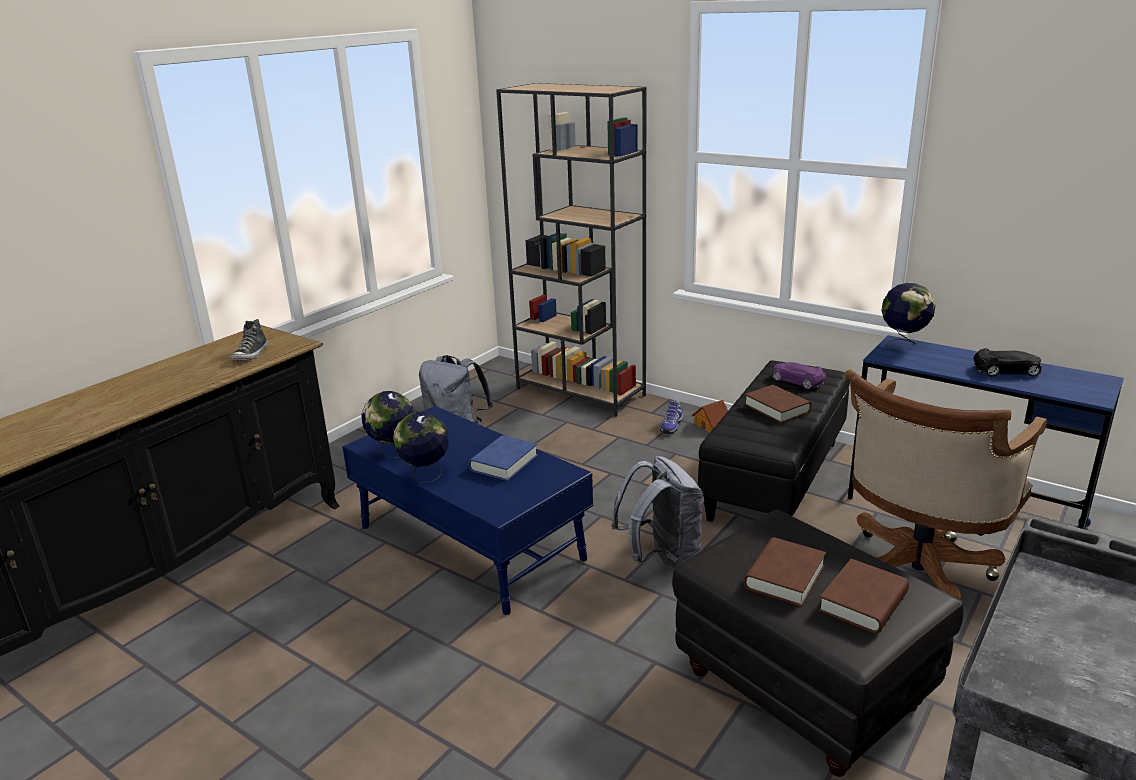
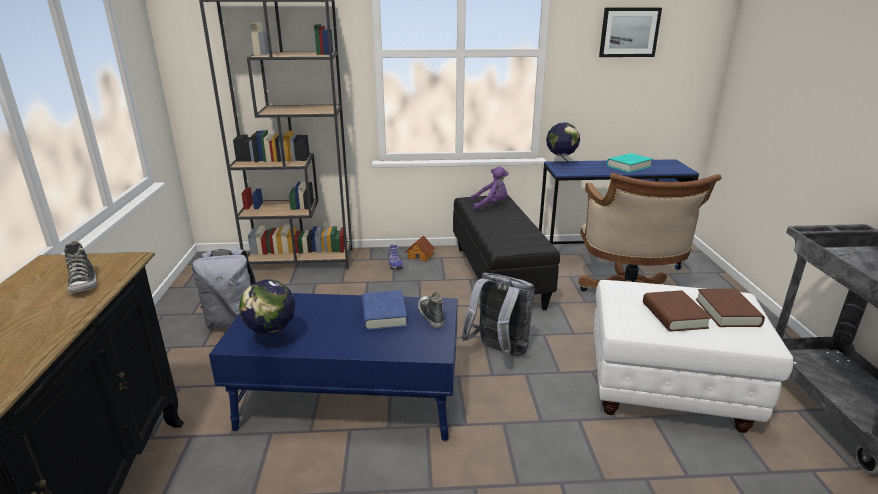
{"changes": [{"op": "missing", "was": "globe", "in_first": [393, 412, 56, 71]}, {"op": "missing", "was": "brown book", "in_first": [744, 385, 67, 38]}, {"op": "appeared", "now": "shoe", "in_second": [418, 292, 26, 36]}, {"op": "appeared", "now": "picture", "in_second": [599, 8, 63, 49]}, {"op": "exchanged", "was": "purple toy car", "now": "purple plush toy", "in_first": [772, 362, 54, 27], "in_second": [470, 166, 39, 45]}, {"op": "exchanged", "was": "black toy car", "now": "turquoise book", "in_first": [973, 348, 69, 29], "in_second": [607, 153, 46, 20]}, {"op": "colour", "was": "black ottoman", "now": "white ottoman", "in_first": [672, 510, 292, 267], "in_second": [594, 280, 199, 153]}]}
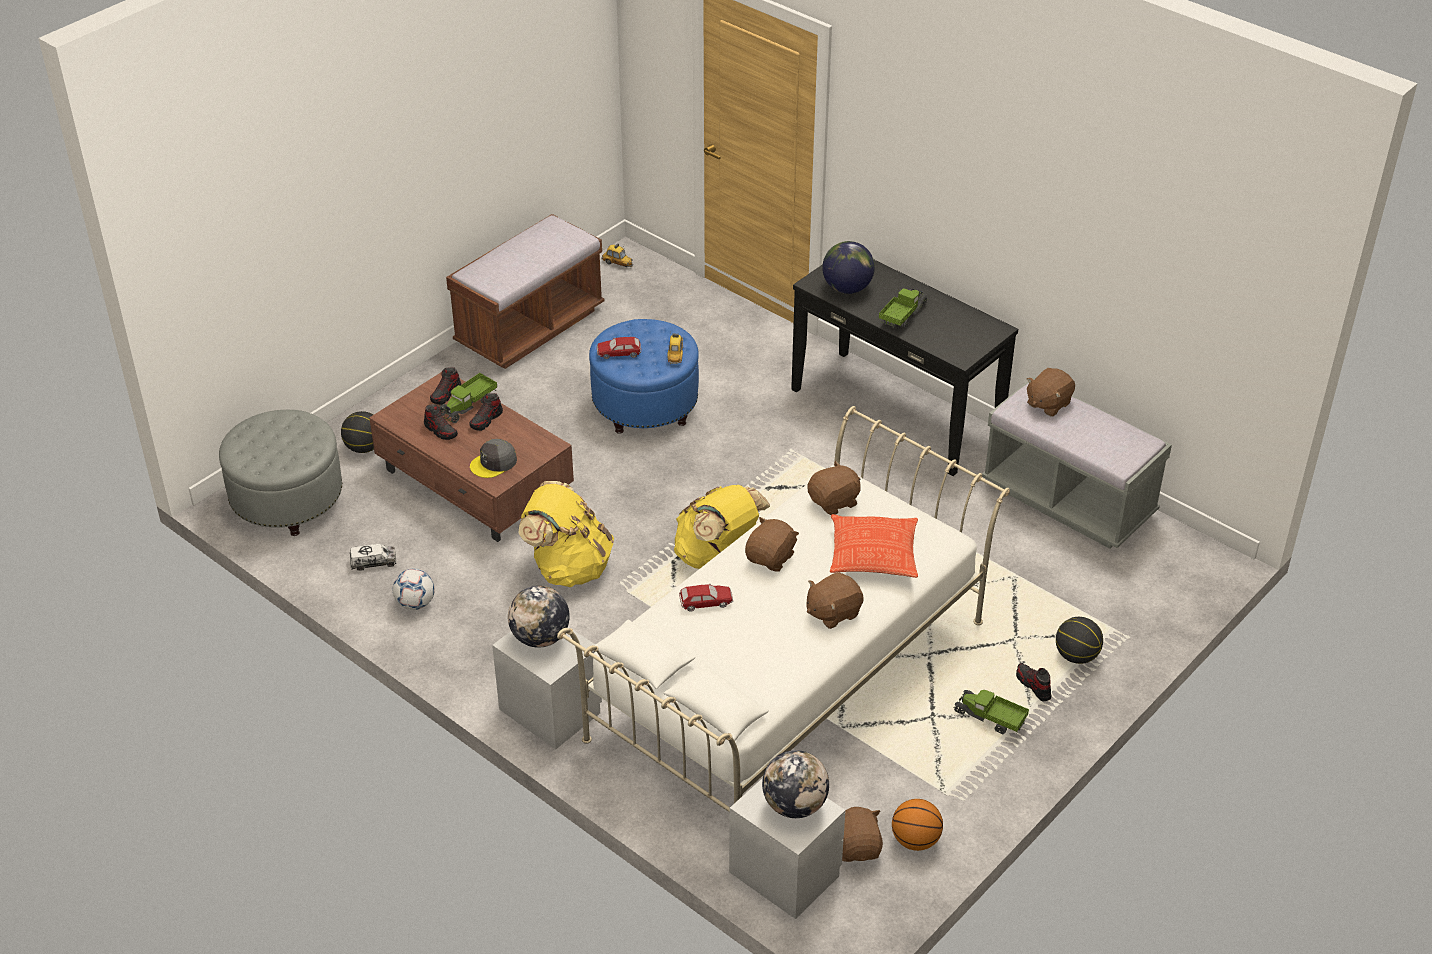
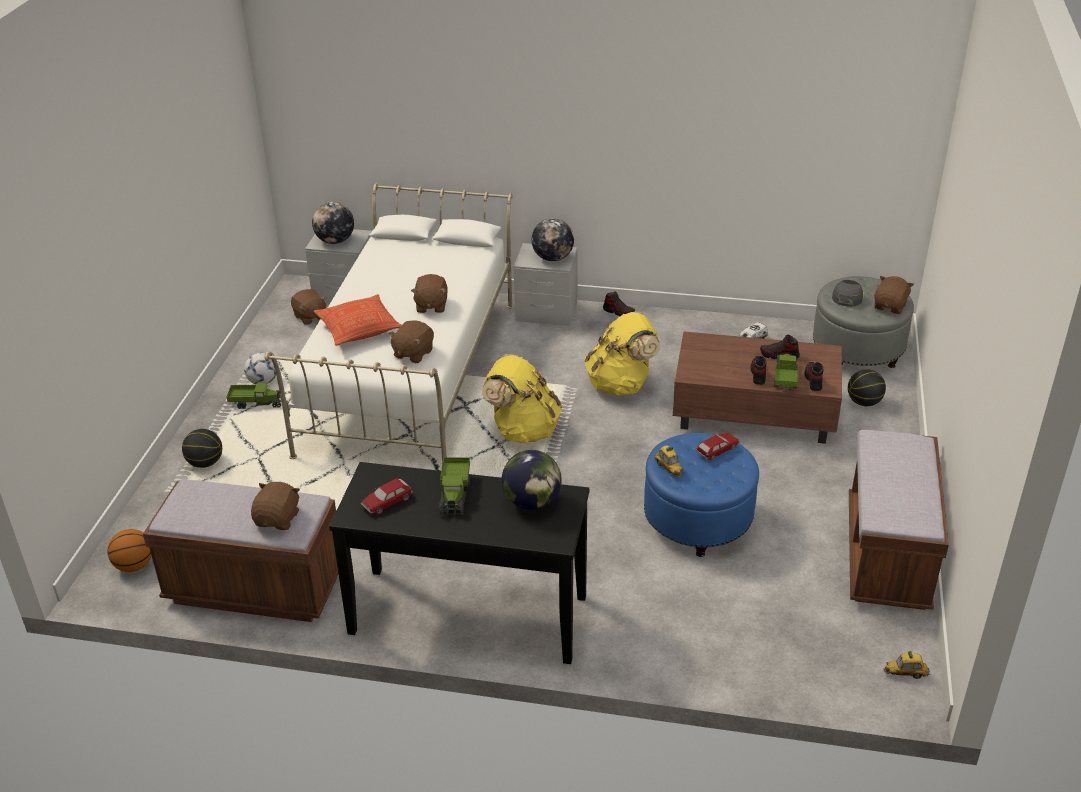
{"changes": [{"op": "relocated", "was": "football", "in_first": [393, 568, 42, 42], "in_second": [244, 353, 32, 31]}, {"op": "relocated", "was": "grey cap", "in_first": [470, 439, 47, 39], "in_second": [832, 280, 32, 27]}, {"op": "relocated", "was": "toy car", "in_first": [679, 584, 54, 28], "in_second": [361, 478, 52, 36]}, {"op": "relocated", "was": "brown plush toy", "in_first": [807, 572, 57, 57], "in_second": [874, 276, 40, 38]}, {"op": "relocated", "was": "basketball", "in_first": [892, 799, 51, 52], "in_second": [108, 529, 44, 43]}, {"op": "relocated", "was": "shoe", "in_first": [1016, 663, 36, 38], "in_second": [603, 291, 32, 25]}, {"op": "colour", "was": "grey bench", "now": "brown bench", "in_first": [982, 377, 190, 172], "in_second": [143, 479, 196, 143]}]}
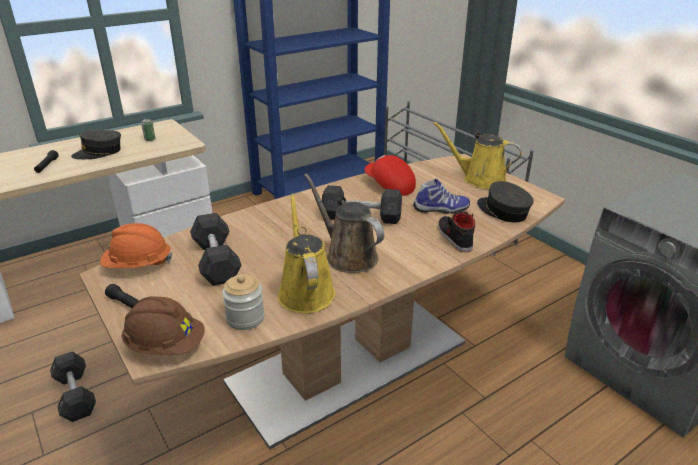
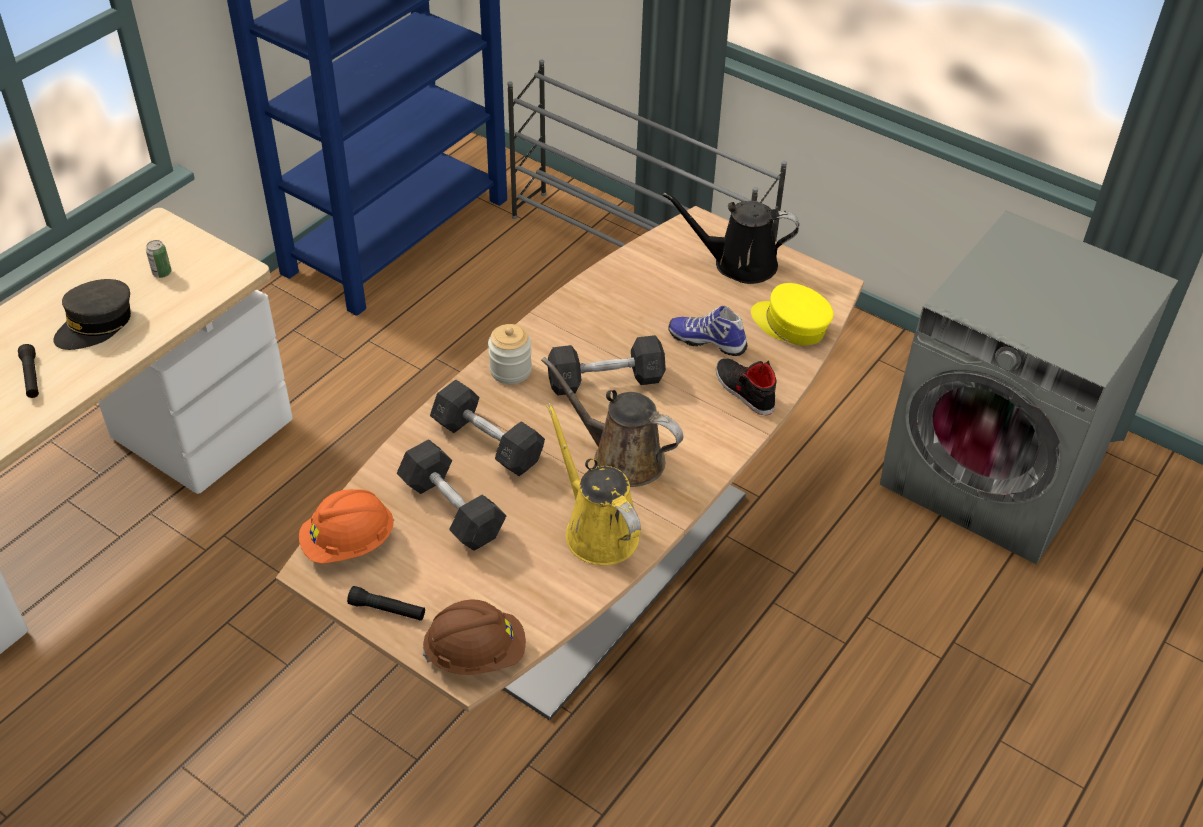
{"changes": [{"op": "missing", "was": "red cap", "in_first": [365, 155, 51, 41]}, {"op": "relocated", "was": "grey dumbbell", "in_first": [50, 351, 46, 71], "in_second": [430, 379, 115, 97]}, {"op": "relocated", "was": "jar", "in_first": [222, 274, 43, 56], "in_second": [488, 324, 44, 60]}, {"op": "colour", "was": "yellow watering can", "now": "black watering can", "in_first": [433, 121, 89, 68], "in_second": [662, 192, 137, 92]}, {"op": "colour", "was": "grey cap", "now": "yellow cap", "in_first": [477, 181, 57, 42], "in_second": [751, 283, 83, 62]}, {"op": "spun", "was": "shoe", "in_first": [413, 179, 57, 35], "in_second": [668, 305, 80, 51], "clockwise": -135}]}
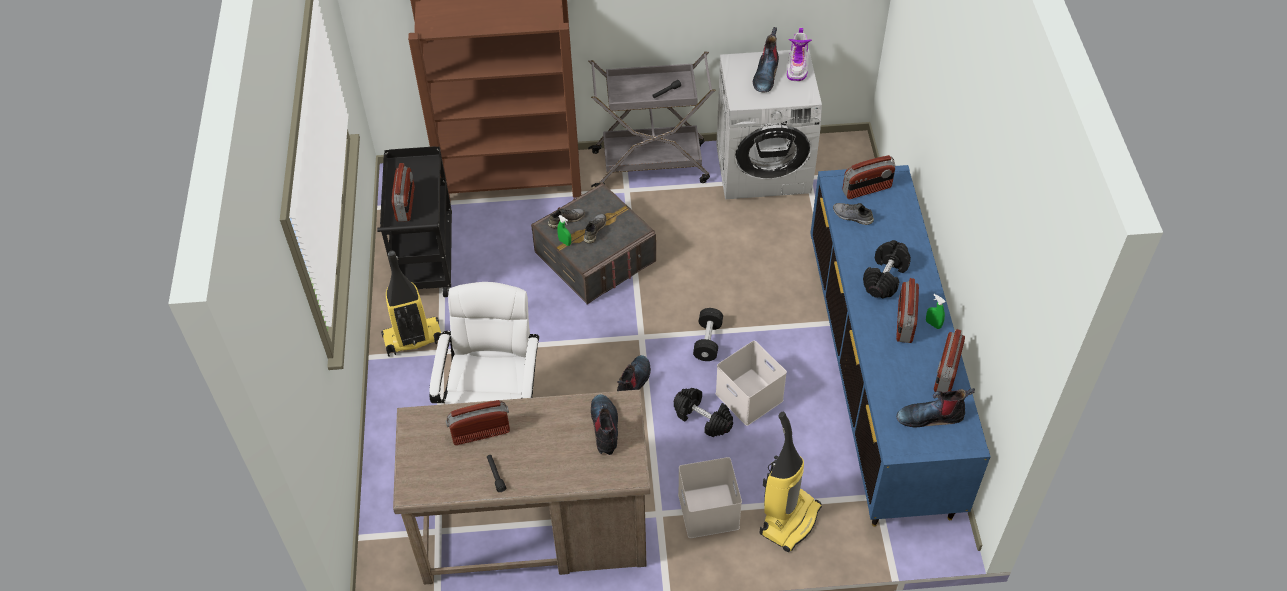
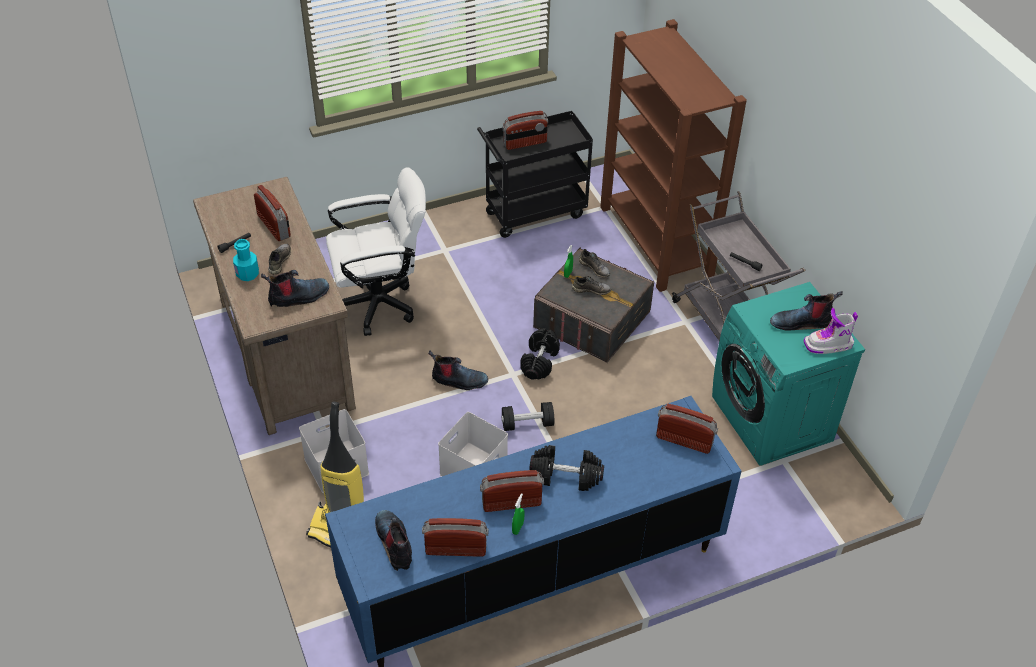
{"changes": [{"op": "missing", "was": "vacuum cleaner", "in_first": [381, 251, 60, 105]}, {"op": "appeared", "now": "turquoise bottle", "in_second": [233, 239, 26, 42]}, {"op": "relocated", "was": "black dumbbell", "in_first": [674, 388, 59, 49], "in_second": [521, 328, 39, 52]}, {"op": "relocated", "was": "grey shoe", "in_first": [833, 203, 41, 22], "in_second": [268, 244, 23, 30]}, {"op": "colour", "was": "white washing machine", "now": "turquoise washing machine", "in_first": [716, 49, 106, 150], "in_second": [712, 282, 153, 184]}, {"op": "spun", "was": "radio", "in_first": [842, 155, 54, 44], "in_second": [656, 404, 62, 50], "clockwise": 150}]}
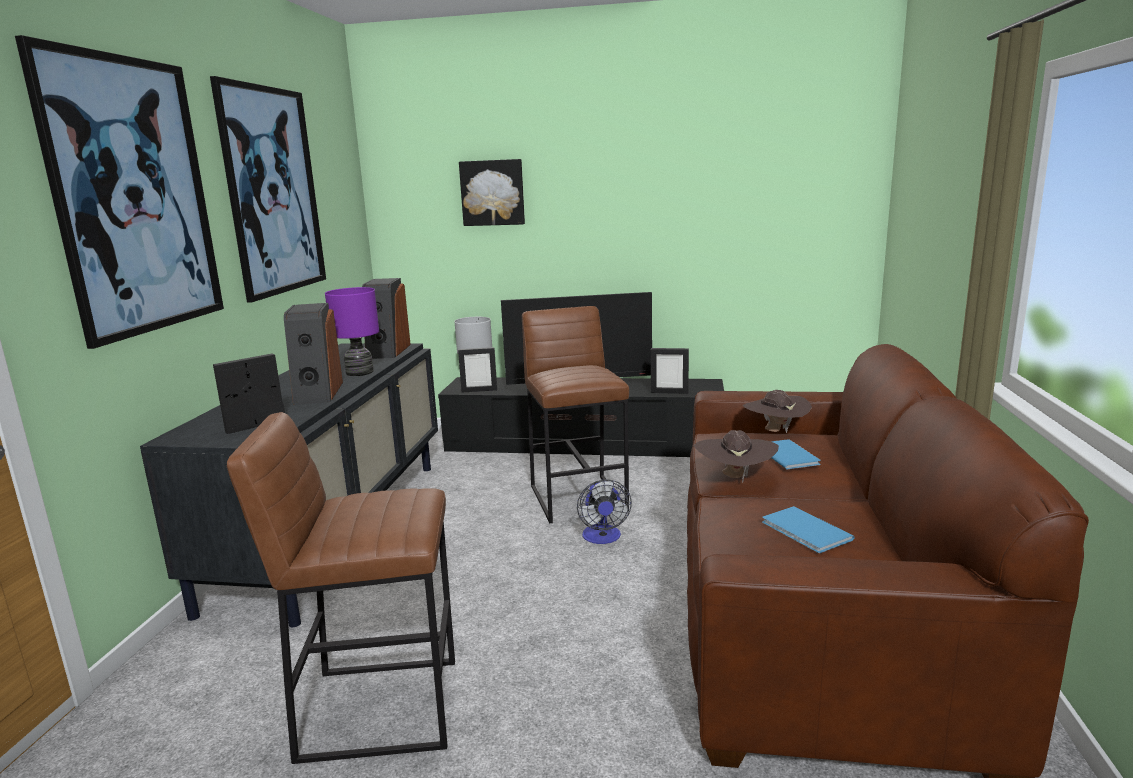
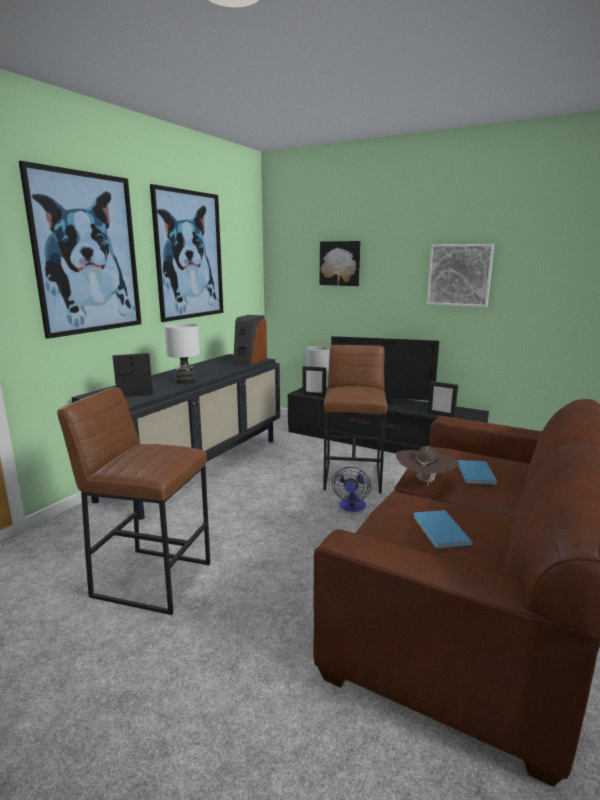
{"changes": [{"op": "missing", "was": "purple table lamp", "in_first": [325, 287, 54, 89]}, {"op": "missing", "was": "brown hat", "in_first": [743, 390, 69, 43]}, {"op": "appeared", "now": "picture", "in_second": [427, 244, 67, 63]}, {"op": "exchanged", "was": "speaker", "now": "white table lamp", "in_first": [284, 303, 59, 102], "in_second": [165, 323, 35, 61]}]}
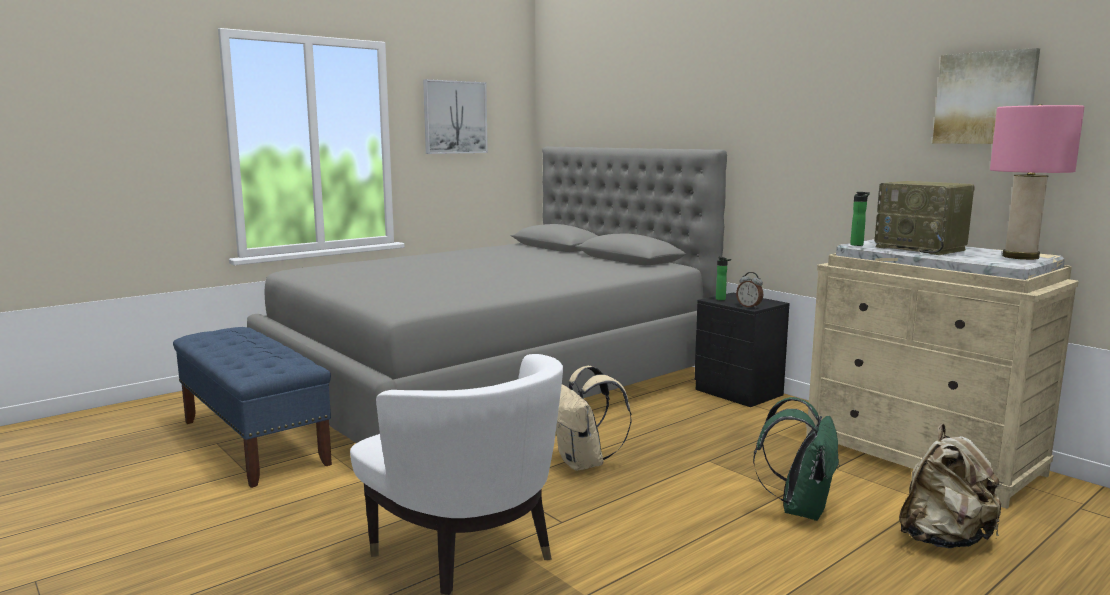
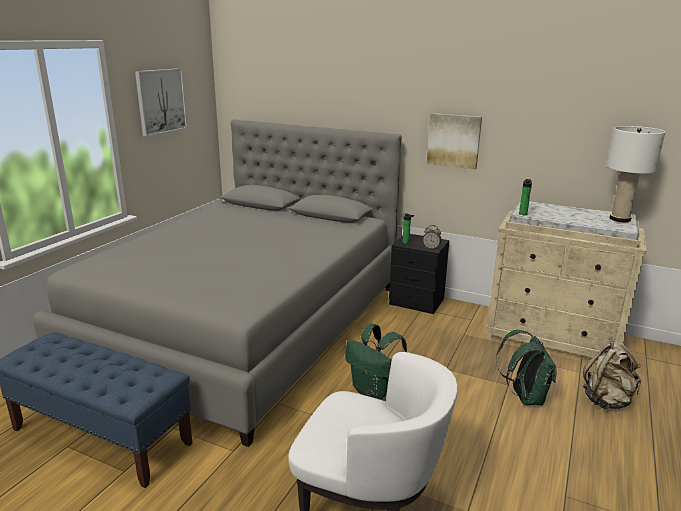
{"changes": [{"op": "missing", "was": "radio", "in_first": [875, 181, 100, 74]}, {"op": "relocated", "was": "picture", "in_first": [932, 48, 108, 96], "in_second": [427, 113, 55, 56]}, {"op": "colour", "was": "beige backpack", "now": "green backpack", "in_first": [556, 366, 76, 105], "in_second": [345, 323, 62, 77]}, {"op": "colour", "was": "pink table lamp", "now": "white table lamp", "in_first": [990, 104, 94, 156], "in_second": [607, 126, 58, 96]}]}
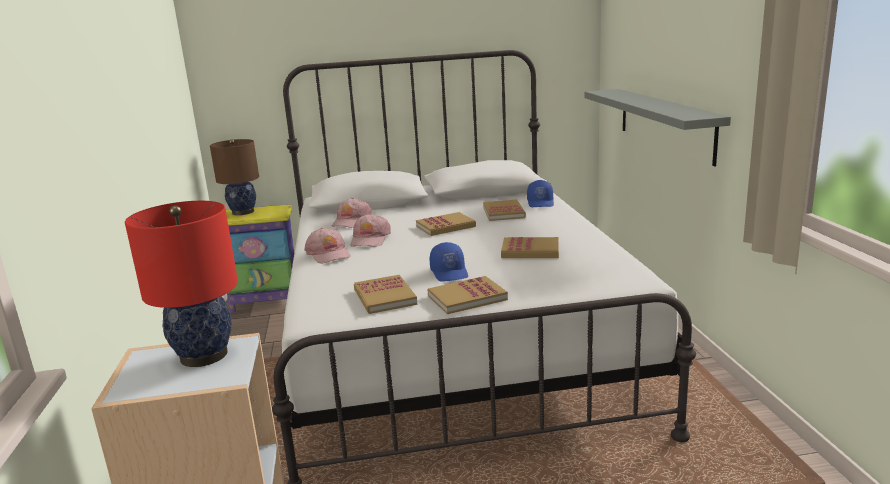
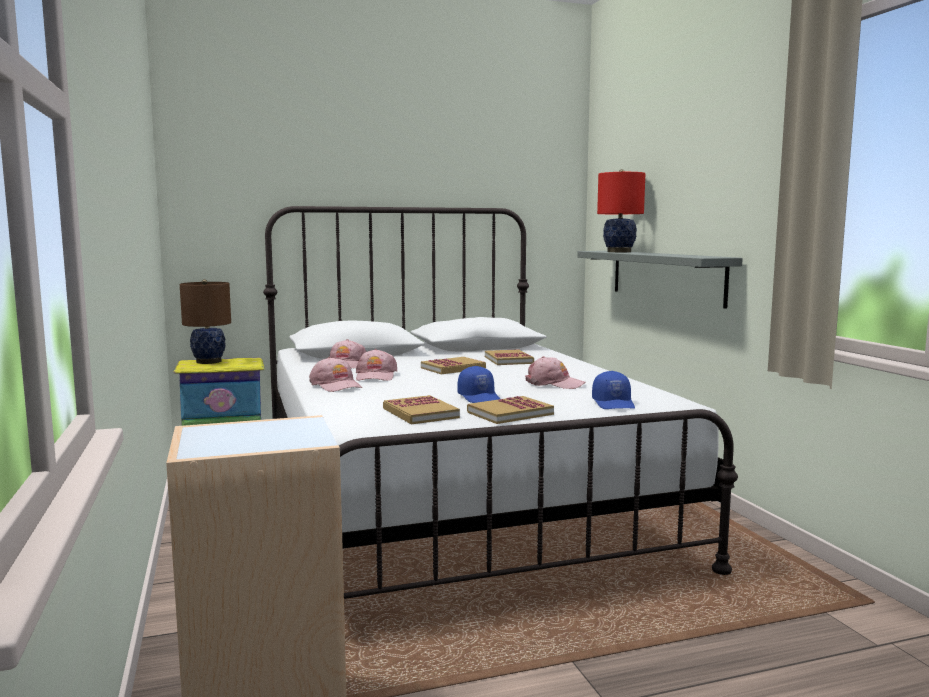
{"changes": [{"op": "relocated", "was": "red table lamp", "in_first": [125, 201, 113, 166], "in_second": [597, 169, 48, 83]}, {"op": "relocated", "was": "blue cap", "in_first": [527, 180, 27, 27], "in_second": [592, 371, 43, 38]}, {"op": "exchanged", "was": "book", "now": "pink cap", "in_first": [501, 237, 58, 21], "in_second": [525, 356, 61, 33]}]}
